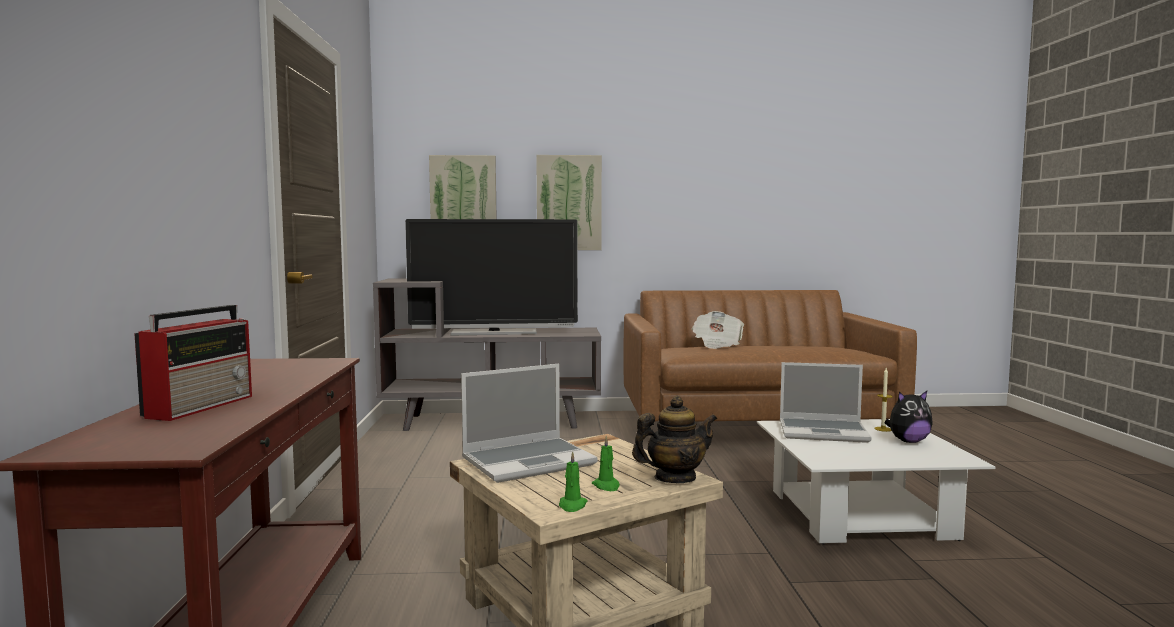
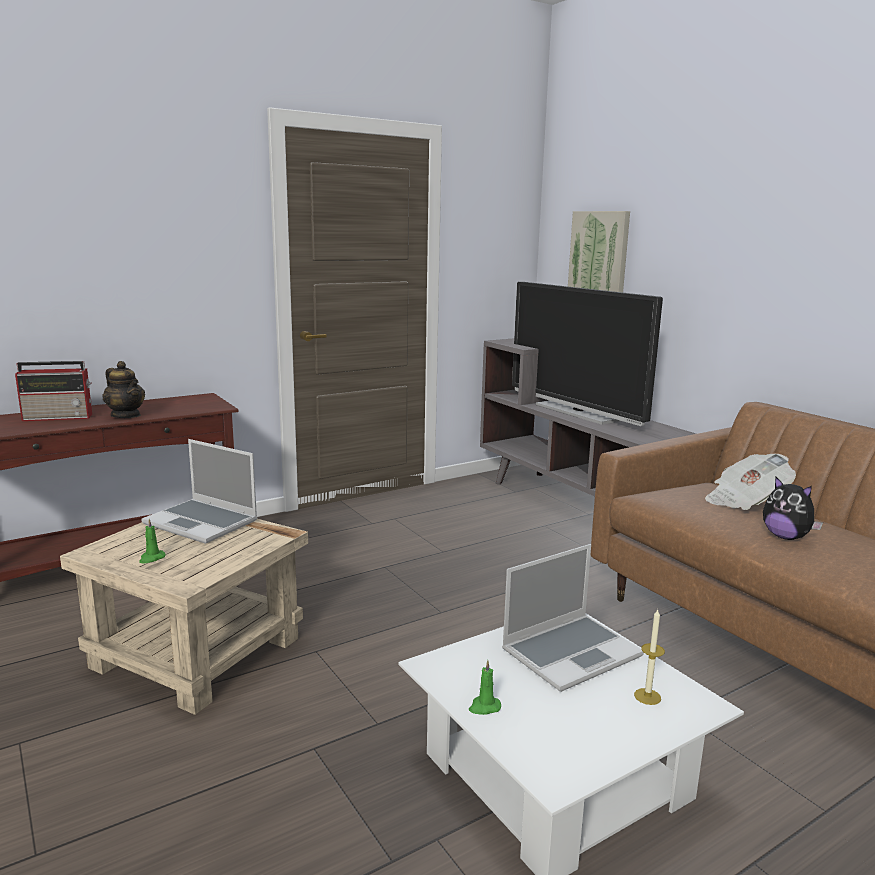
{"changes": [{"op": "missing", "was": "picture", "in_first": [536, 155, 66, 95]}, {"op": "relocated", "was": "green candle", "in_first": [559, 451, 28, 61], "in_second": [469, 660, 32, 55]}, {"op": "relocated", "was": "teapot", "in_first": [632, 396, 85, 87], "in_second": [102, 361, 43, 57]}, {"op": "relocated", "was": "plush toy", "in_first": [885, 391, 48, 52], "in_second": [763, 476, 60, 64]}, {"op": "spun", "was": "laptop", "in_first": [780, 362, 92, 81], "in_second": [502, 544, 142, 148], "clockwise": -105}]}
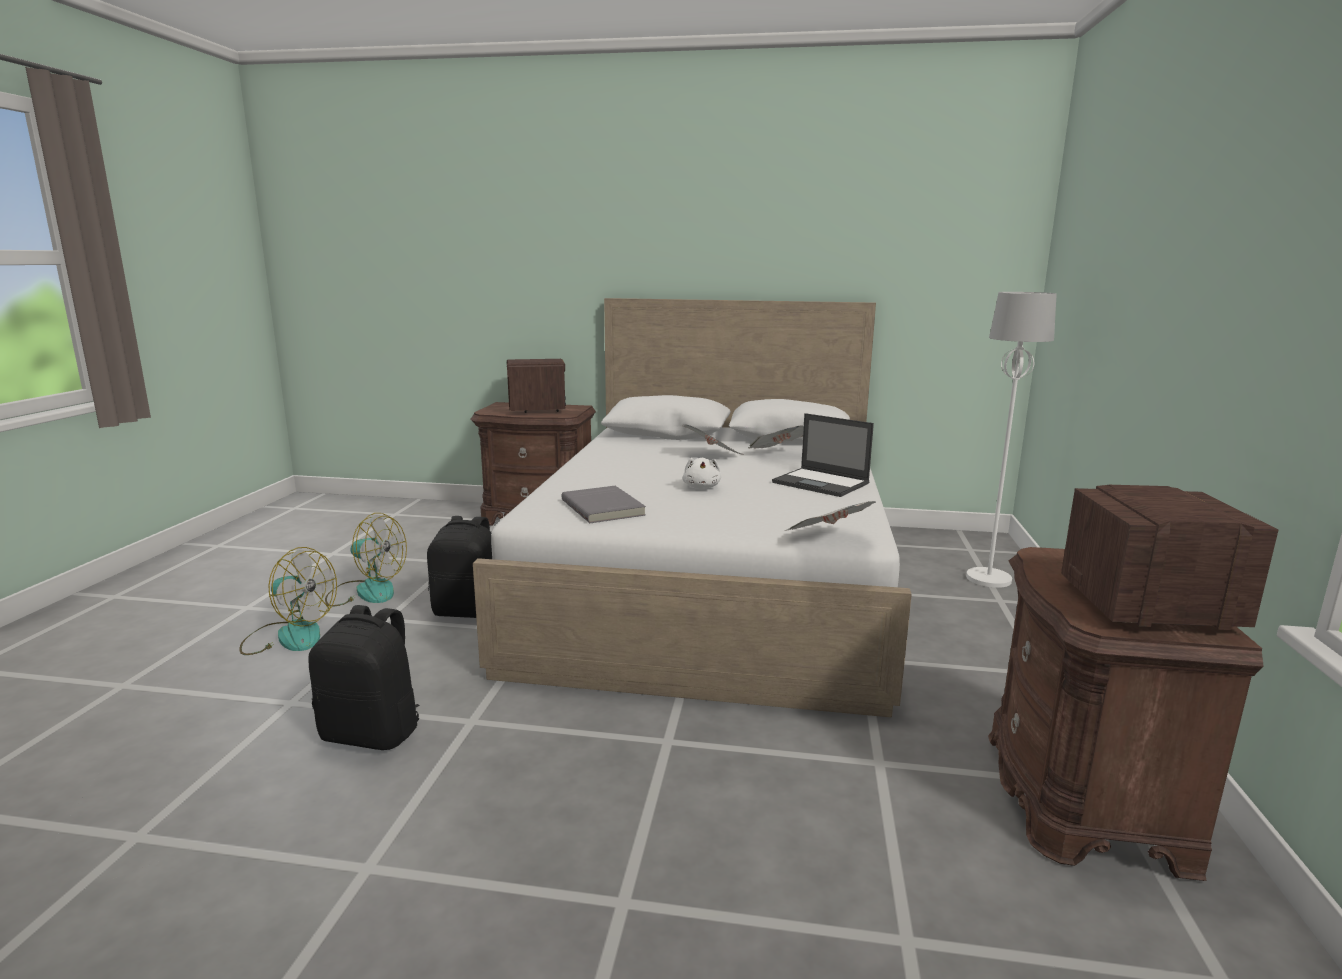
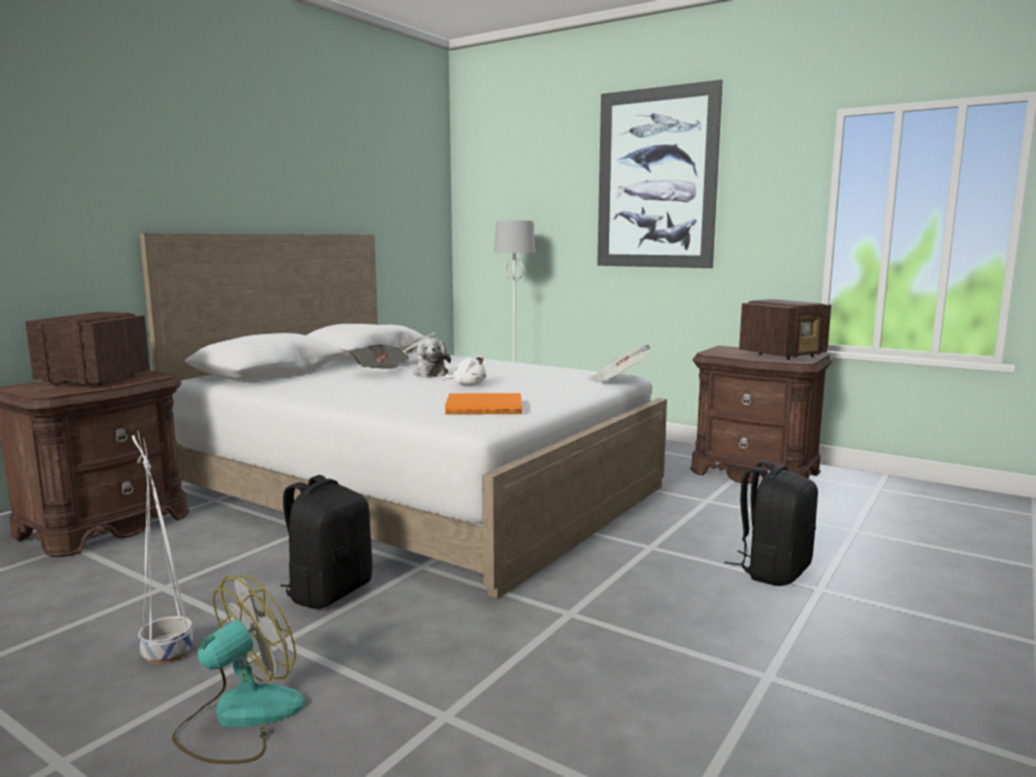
{"changes": [{"op": "missing", "was": "laptop", "in_first": [772, 413, 102, 84]}, {"op": "appeared", "now": "plush toy", "in_second": [414, 338, 37, 39]}, {"op": "appeared", "now": "picture", "in_second": [597, 80, 126, 188]}, {"op": "relocated", "was": "black backpack", "in_first": [308, 605, 112, 145], "in_second": [724, 461, 94, 125]}, {"op": "exchanged", "was": "fan", "now": "white planter", "in_first": [325, 513, 82, 94], "in_second": [132, 431, 62, 233]}, {"op": "colour", "was": "grey book", "now": "orange book", "in_first": [562, 486, 84, 37], "in_second": [445, 393, 77, 21]}, {"op": "spun", "was": "radio", "in_first": [1061, 485, 217, 145], "in_second": [739, 299, 92, 61], "clockwise": -150}]}
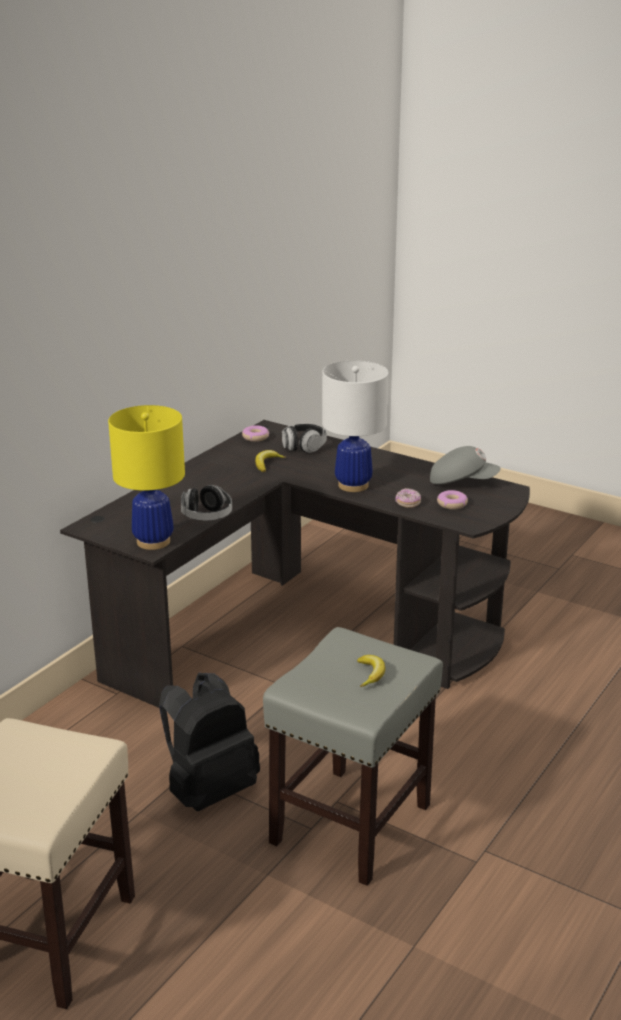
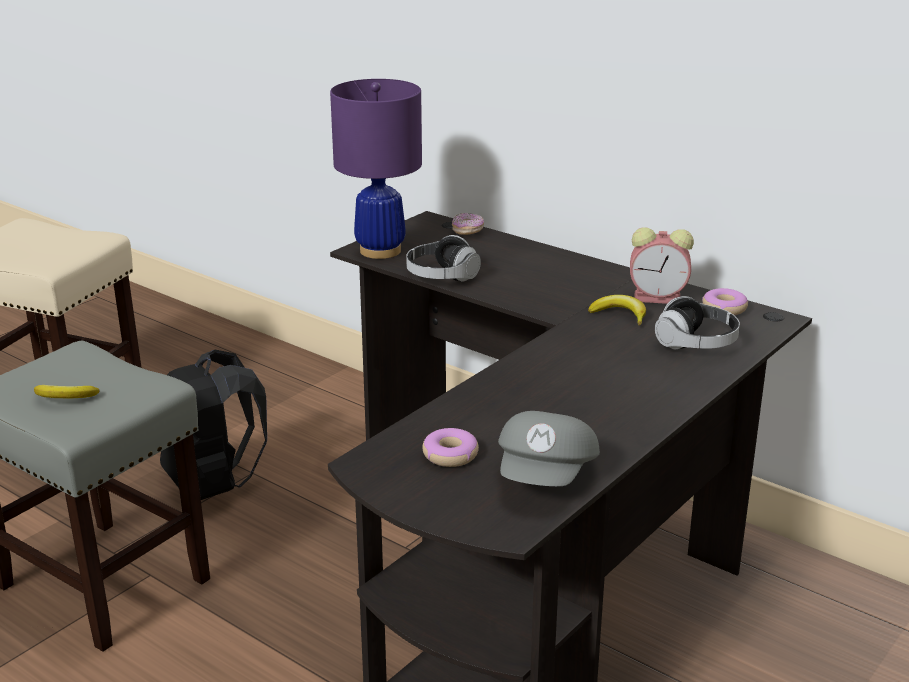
{"changes": [{"op": "missing", "was": "white table lamp", "in_first": [322, 361, 67, 131]}, {"op": "appeared", "now": "alarm clock", "in_second": [630, 227, 64, 77]}, {"op": "relocated", "was": "donut", "in_first": [395, 488, 26, 20], "in_second": [452, 213, 32, 22]}, {"op": "colour", "was": "yellow table lamp", "now": "purple table lamp", "in_first": [108, 405, 77, 145], "in_second": [330, 79, 92, 180]}]}
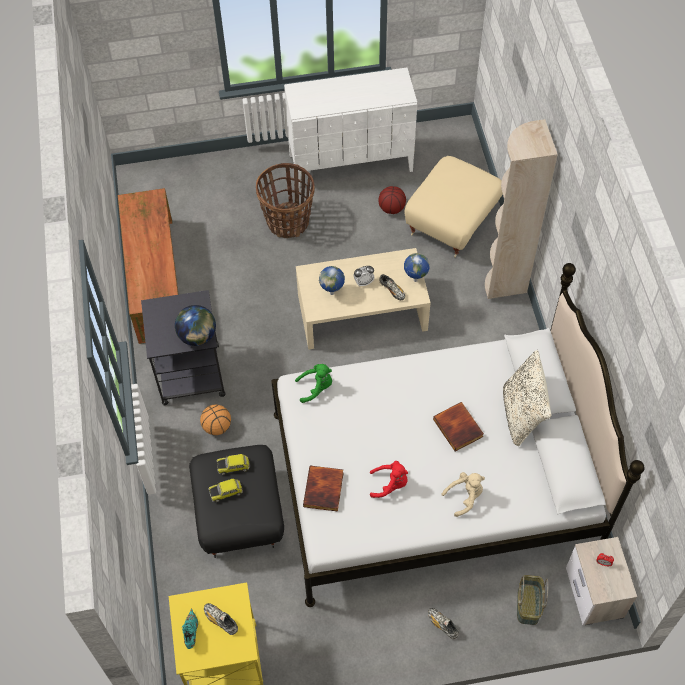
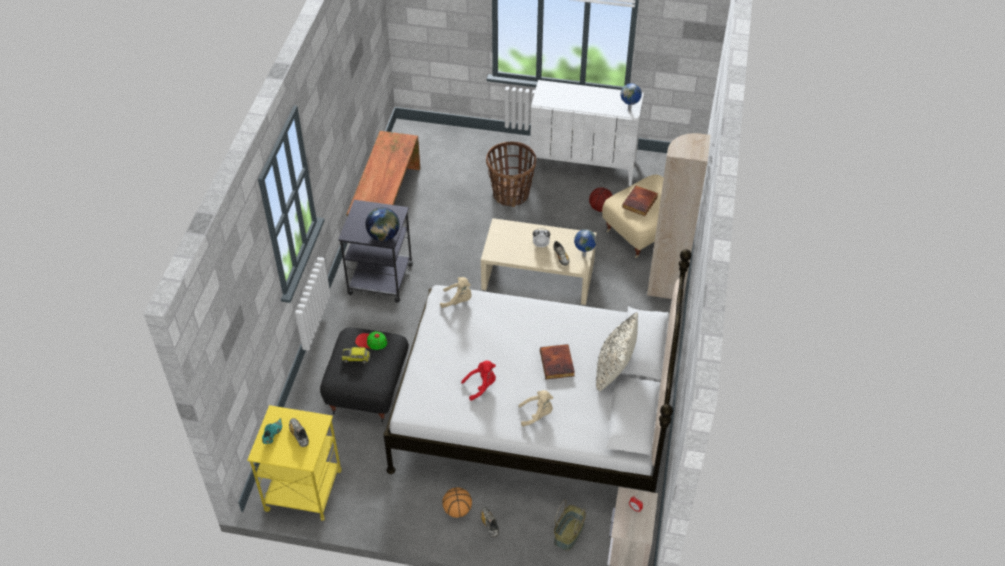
{"changes": [{"op": "relocated", "was": "basketball", "in_first": [200, 404, 31, 31], "in_second": [442, 487, 30, 31]}, {"op": "relocated", "was": "book", "in_first": [303, 466, 41, 46], "in_second": [622, 185, 36, 31]}, {"op": "relocated", "was": "globe", "in_first": [319, 266, 26, 29], "in_second": [621, 83, 21, 28]}, {"op": "exchanged", "was": "toy car", "now": "cap", "in_first": [216, 454, 34, 21], "in_second": [355, 331, 32, 19]}, {"op": "colour", "was": "green plush toy", "now": "beige plush toy", "in_first": [295, 364, 37, 39], "in_second": [440, 277, 32, 31]}, {"op": "spun", "was": "red plush toy", "in_first": [370, 461, 38, 37], "in_second": [461, 360, 35, 41], "clockwise": -45}]}
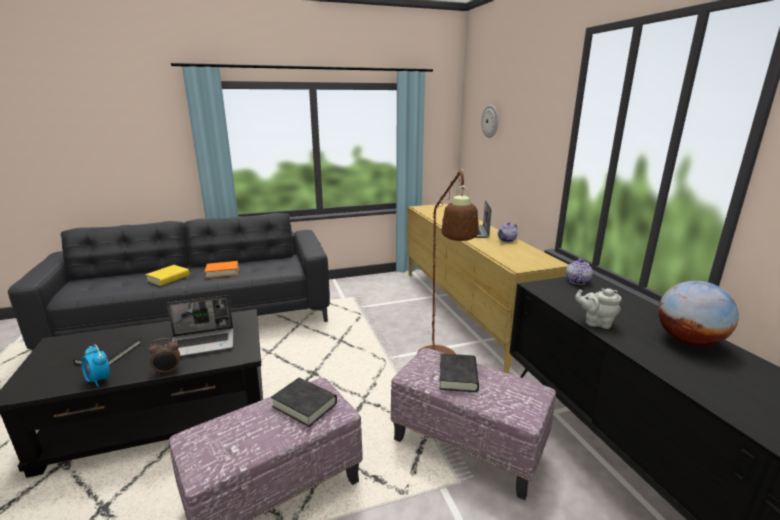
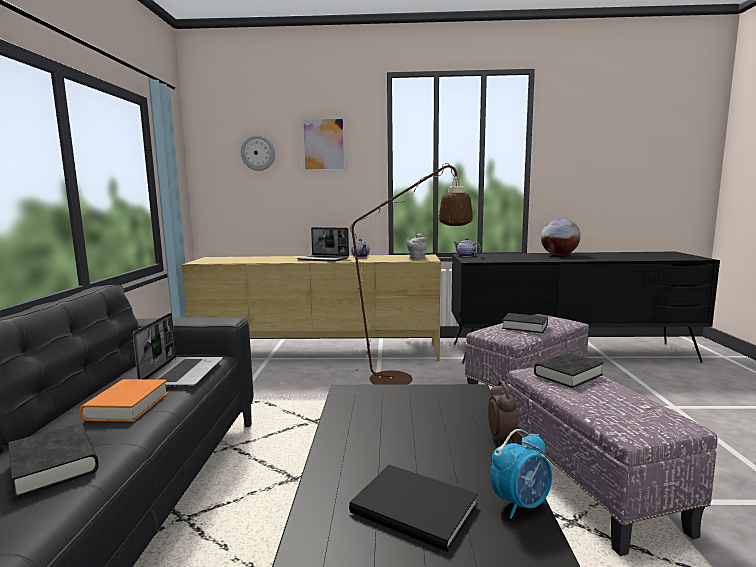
{"changes": [{"op": "appeared", "now": "picture", "in_second": [301, 116, 46, 56]}, {"op": "relocated", "was": "laptop", "in_first": [167, 295, 67, 61], "in_second": [133, 313, 90, 75]}, {"op": "relocated", "was": "grey teapot", "in_first": [575, 288, 47, 41], "in_second": [407, 233, 19, 26]}, {"op": "colour", "was": "yellow book", "now": "black book", "in_first": [145, 265, 45, 21], "in_second": [8, 424, 91, 75]}]}
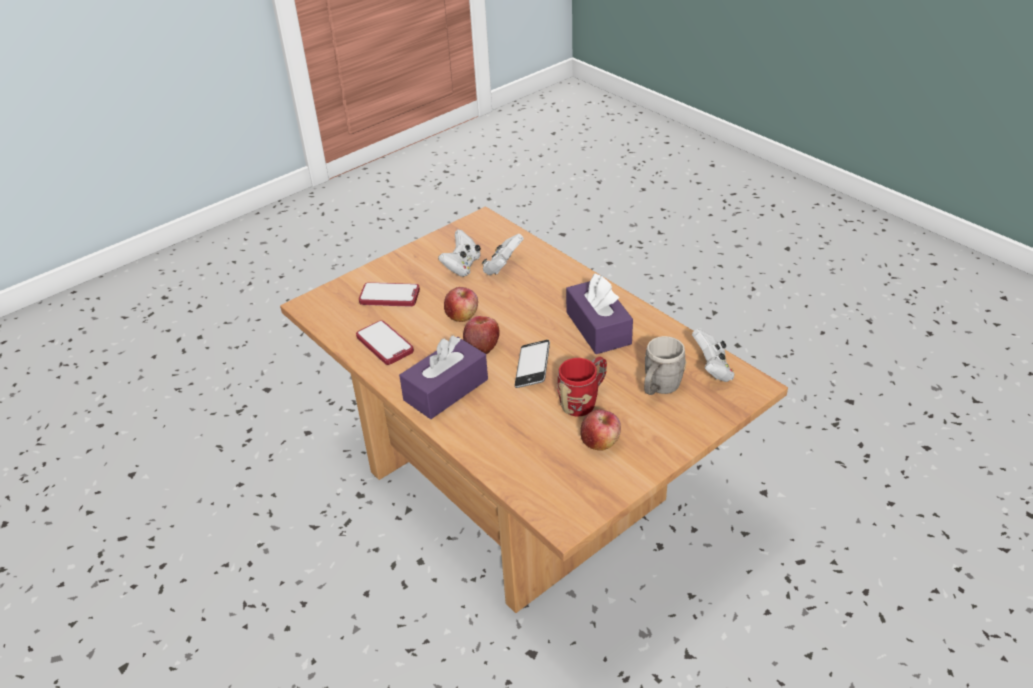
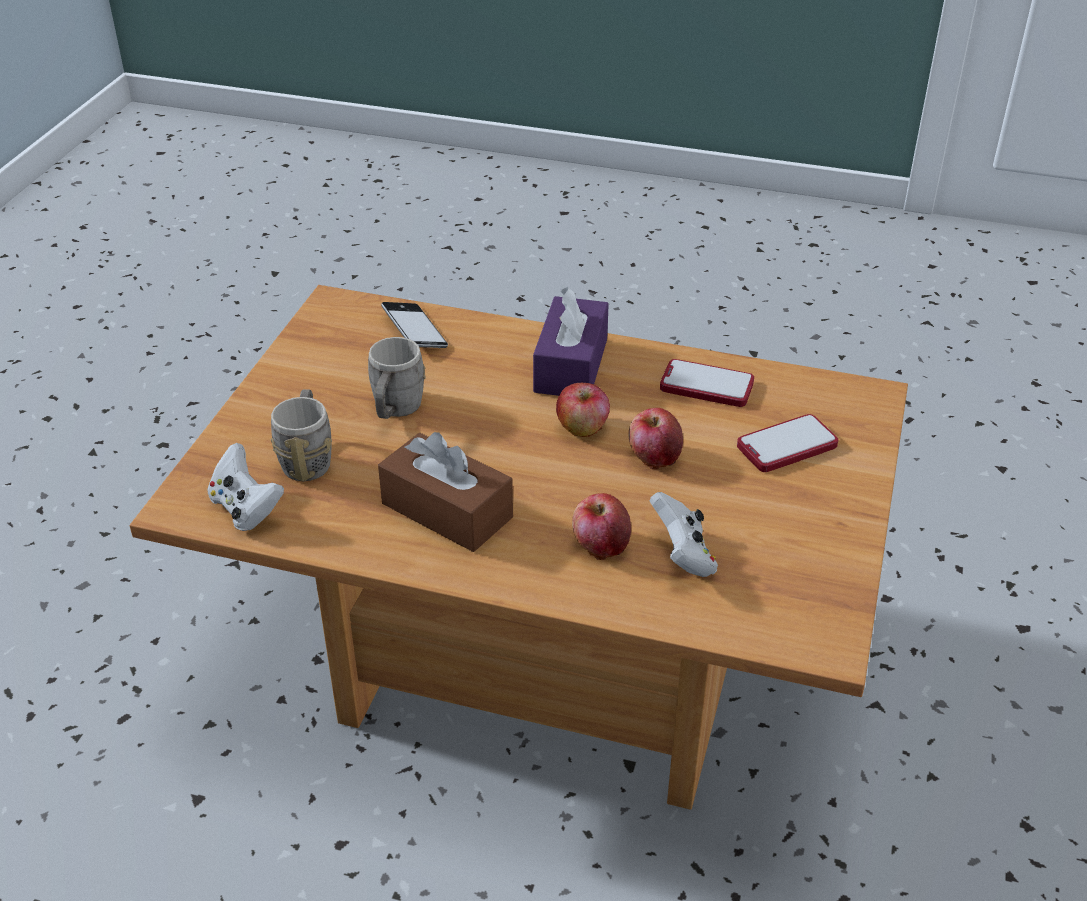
{"changes": [{"op": "missing", "was": "white game controller", "in_first": [438, 229, 43, 48]}, {"op": "relocated", "was": "phone", "in_first": [515, 340, 35, 48], "in_second": [381, 302, 67, 46]}, {"op": "relocated", "was": "apple", "in_first": [580, 409, 41, 42], "in_second": [572, 493, 59, 67]}, {"op": "colour", "was": "red mug", "now": "grey mug", "in_first": [557, 357, 50, 59], "in_second": [368, 337, 58, 82]}, {"op": "colour", "was": "purple tissue box", "now": "brown tissue box", "in_first": [566, 273, 67, 81], "in_second": [378, 432, 135, 120]}]}
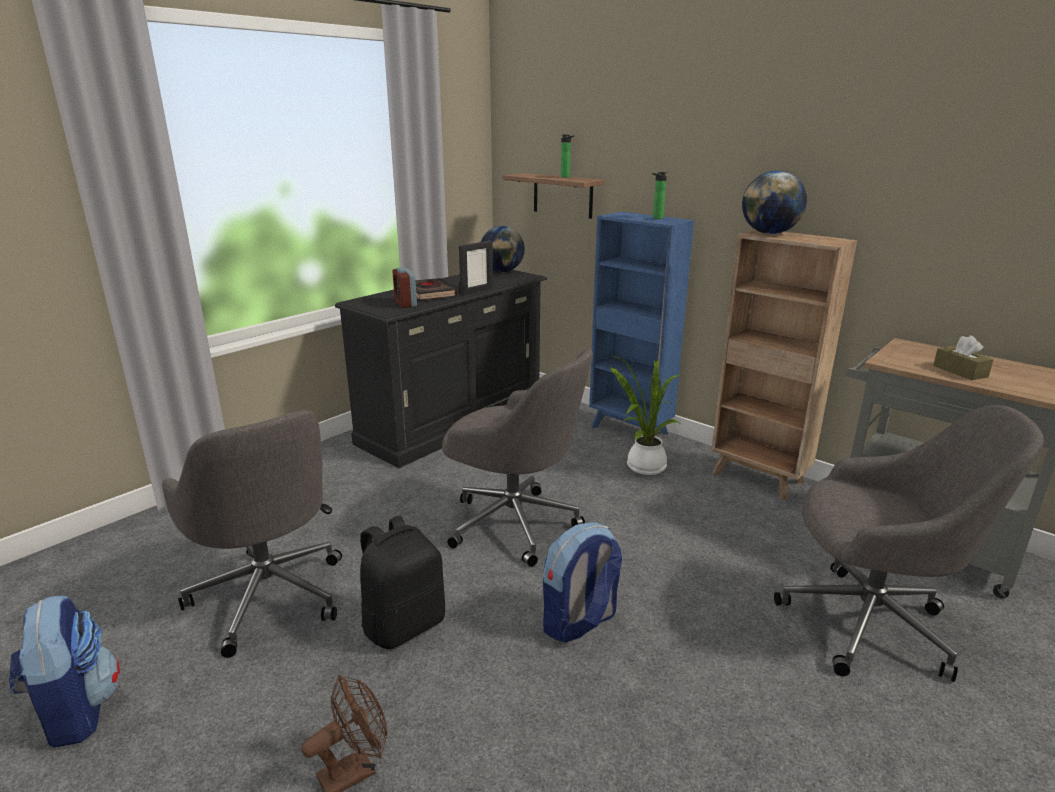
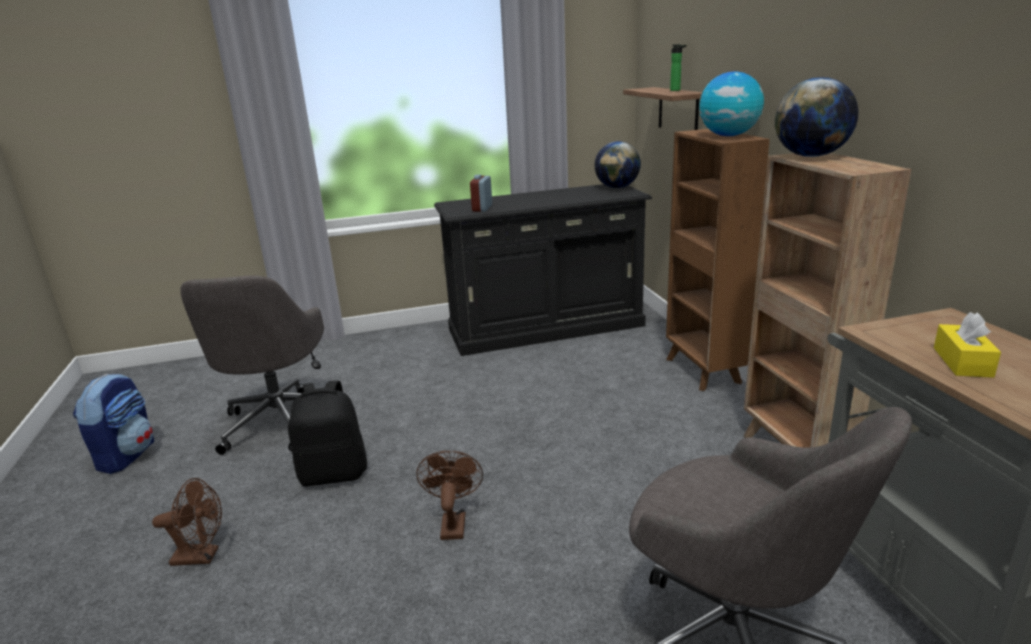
{"changes": [{"op": "missing", "was": "black book", "in_first": [416, 278, 42, 22]}, {"op": "missing", "was": "grey office chair", "in_first": [442, 349, 151, 218]}, {"op": "missing", "was": "picture frame", "in_first": [459, 241, 34, 54]}, {"op": "missing", "was": "potted plant", "in_first": [610, 356, 72, 119]}, {"op": "exchanged", "was": "backpack", "now": "brown fan", "in_first": [543, 522, 79, 121], "in_second": [416, 451, 67, 89]}, {"op": "exchanged", "was": "bottle", "now": "globe", "in_first": [652, 172, 15, 47], "in_second": [699, 72, 65, 64]}, {"op": "colour", "was": "blue bookcase", "now": "brown bookcase", "in_first": [589, 212, 105, 222], "in_second": [666, 129, 104, 262]}, {"op": "colour", "was": "brown tissue box", "now": "yellow tissue box", "in_first": [933, 335, 61, 45], "in_second": [934, 312, 67, 66]}]}
